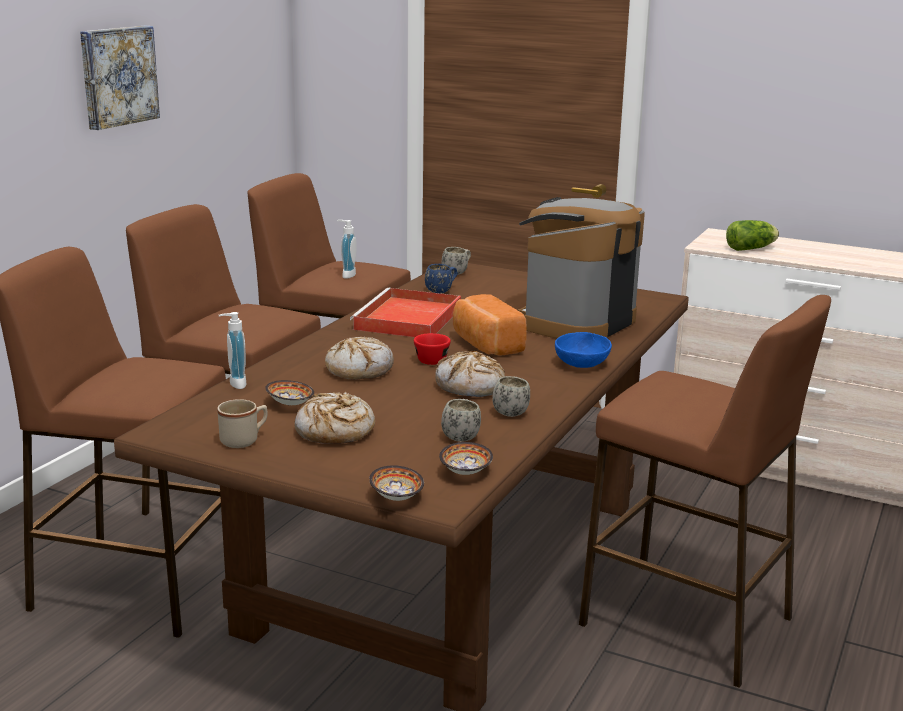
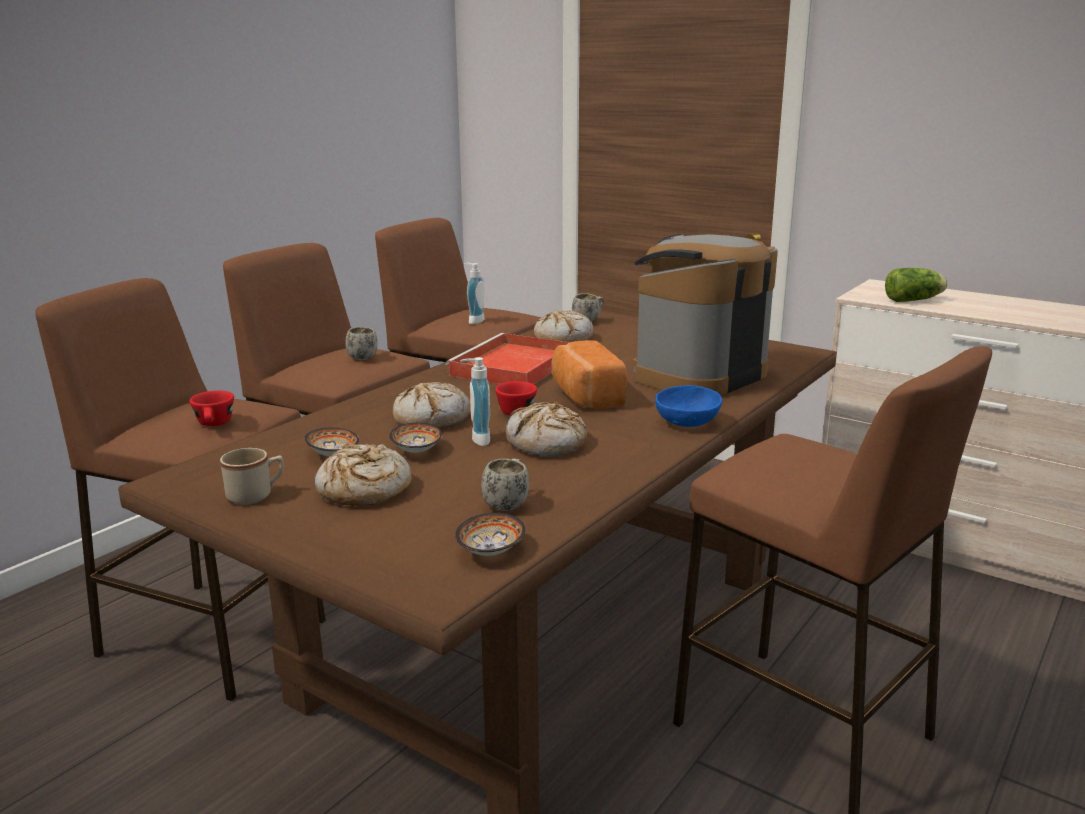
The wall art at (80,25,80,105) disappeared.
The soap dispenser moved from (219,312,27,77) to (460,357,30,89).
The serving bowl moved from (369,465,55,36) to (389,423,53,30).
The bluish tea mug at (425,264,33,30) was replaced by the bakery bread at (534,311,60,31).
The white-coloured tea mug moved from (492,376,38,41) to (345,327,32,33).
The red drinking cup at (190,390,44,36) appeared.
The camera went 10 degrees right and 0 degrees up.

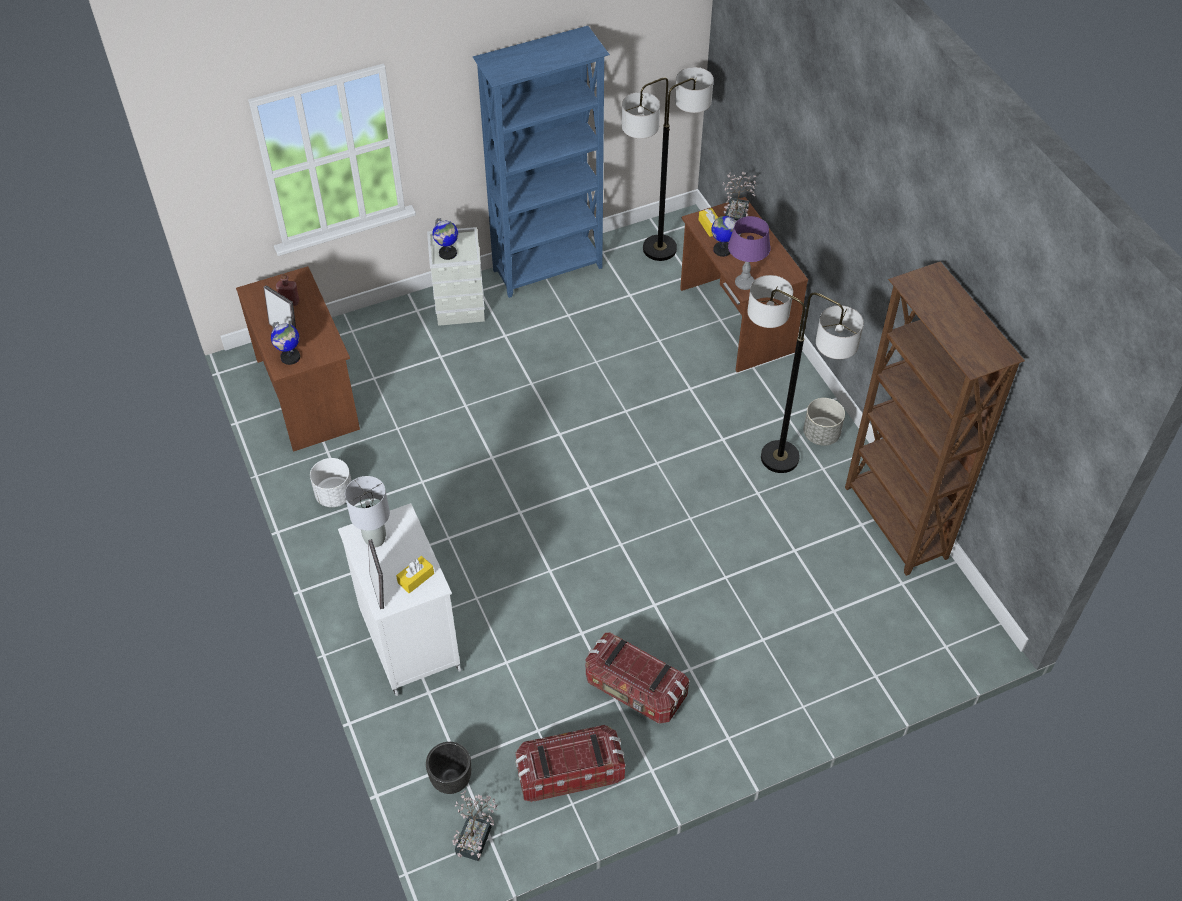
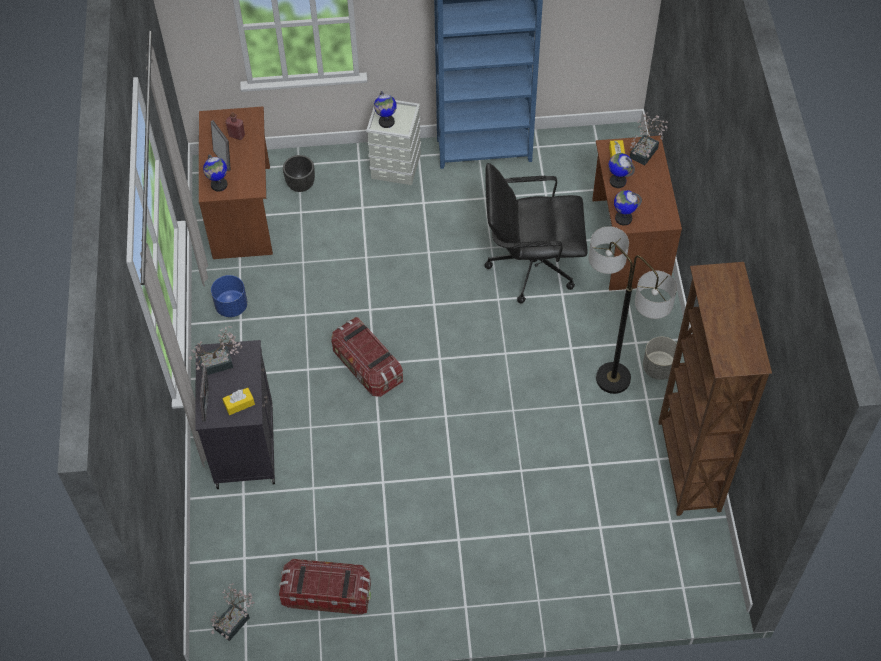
The white-coloured plant pot at (310,458,41,49) became the bluish plant pot at (211,275,37,42).
The white-coloured storage cabinet at (338,503,123,193) became the black storage cabinet at (195,340,80,149).
The grey table lamp at (345,476,45,71) was replaced by the plant in a pot at (189,326,53,49).
The black plant pot moved from (426,742,45,52) to (283,155,32,37).
The storage bin moved from (586,633,103,91) to (331,317,72,80).
The floor lamp at (622,67,92,194) disappeared.
The purplish table lamp at (728,216,43,74) was replaced by the desk globe at (614,190,28,36).
The black office chair at (484,163,103,140) appeared.
The camera went 20 degrees right and 5 degrees up.

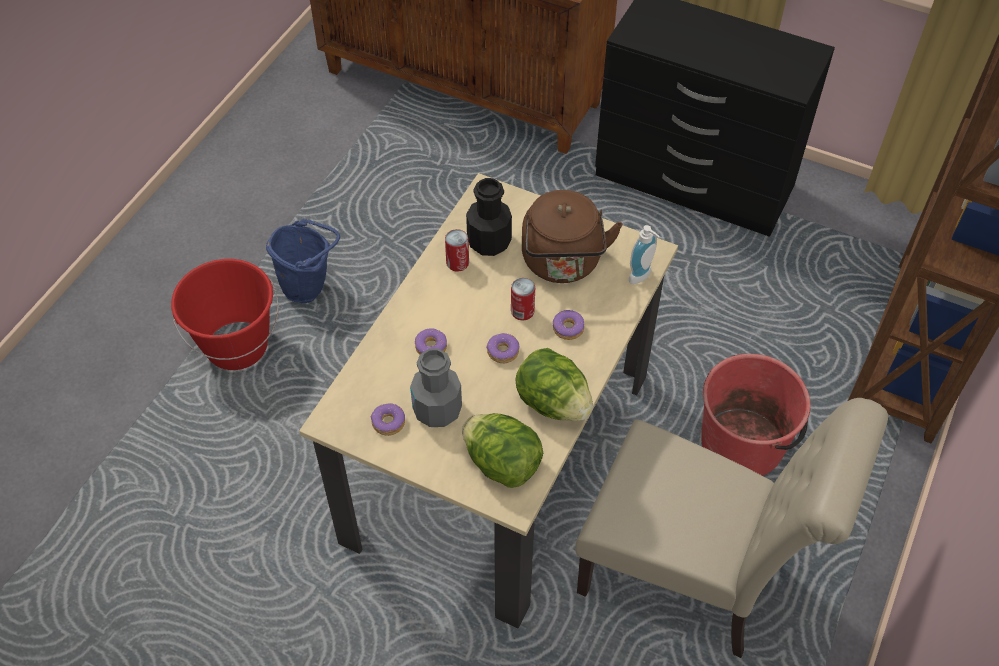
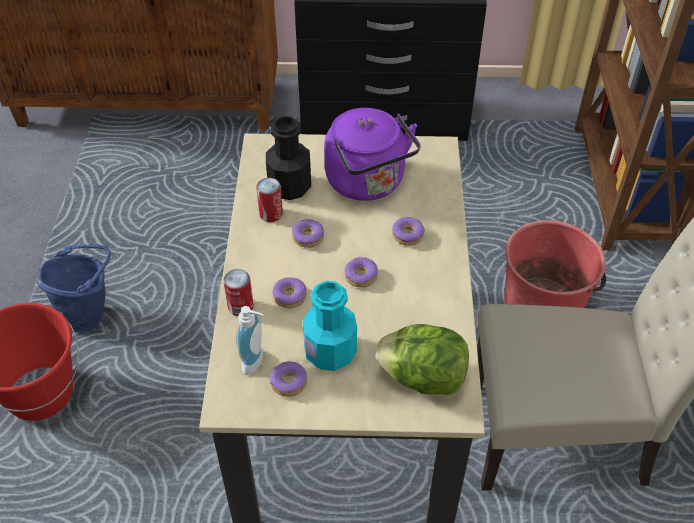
The grey beverage bottle at (410,348,52,79) became the turquoise beverage bottle at (303,281,54,90).
The can moved from (511,278,24,43) to (223,269,31,47).
The lettuce at (515,348,78,73) disappeared.
The brown-coloured kettle at (522,190,101,93) became the purplish kettle at (324,108,96,93).
The soap dispenser moved from (629,225,31,59) to (236,306,27,69).
The ring doughnut at (292,219,32,29) appeared.
The camera went 25 degrees left and 5 degrees down.

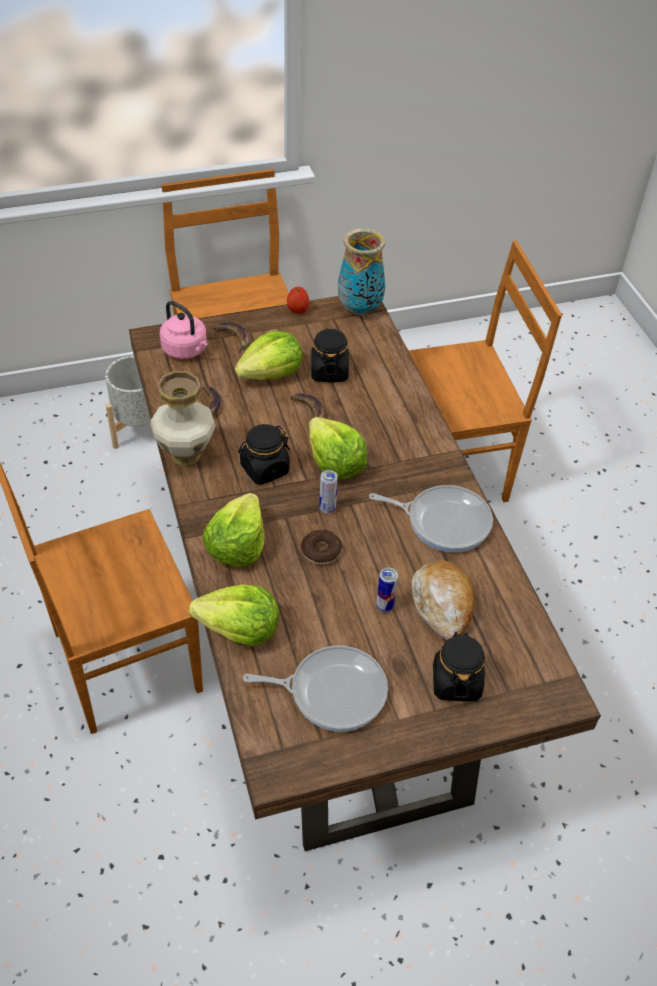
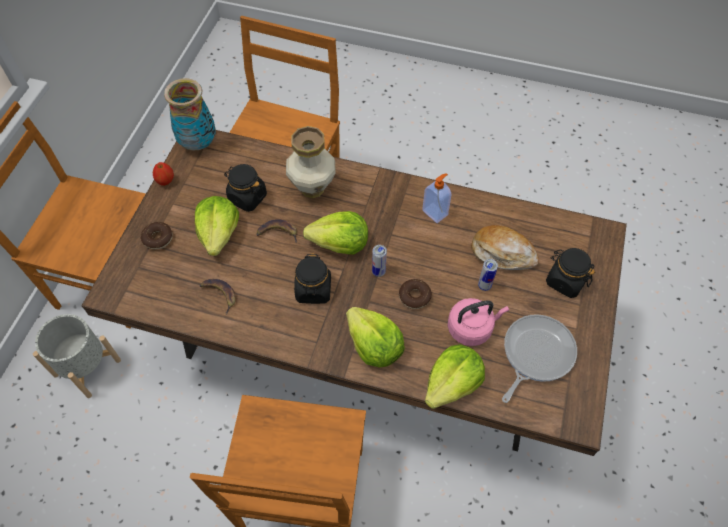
The decorative vase moved from (150,371,66,95) to (286,126,50,72).
The pink kettle moved from (160,301,48,58) to (448,298,61,48).
The banana at (213,322,37,32) was replaced by the ring doughnut at (141,222,32,28).
The frying pan at (369,485,124,67) was replaced by the soap dispenser at (422,173,30,50).
The camera went 55 degrees left and 10 degrees up.

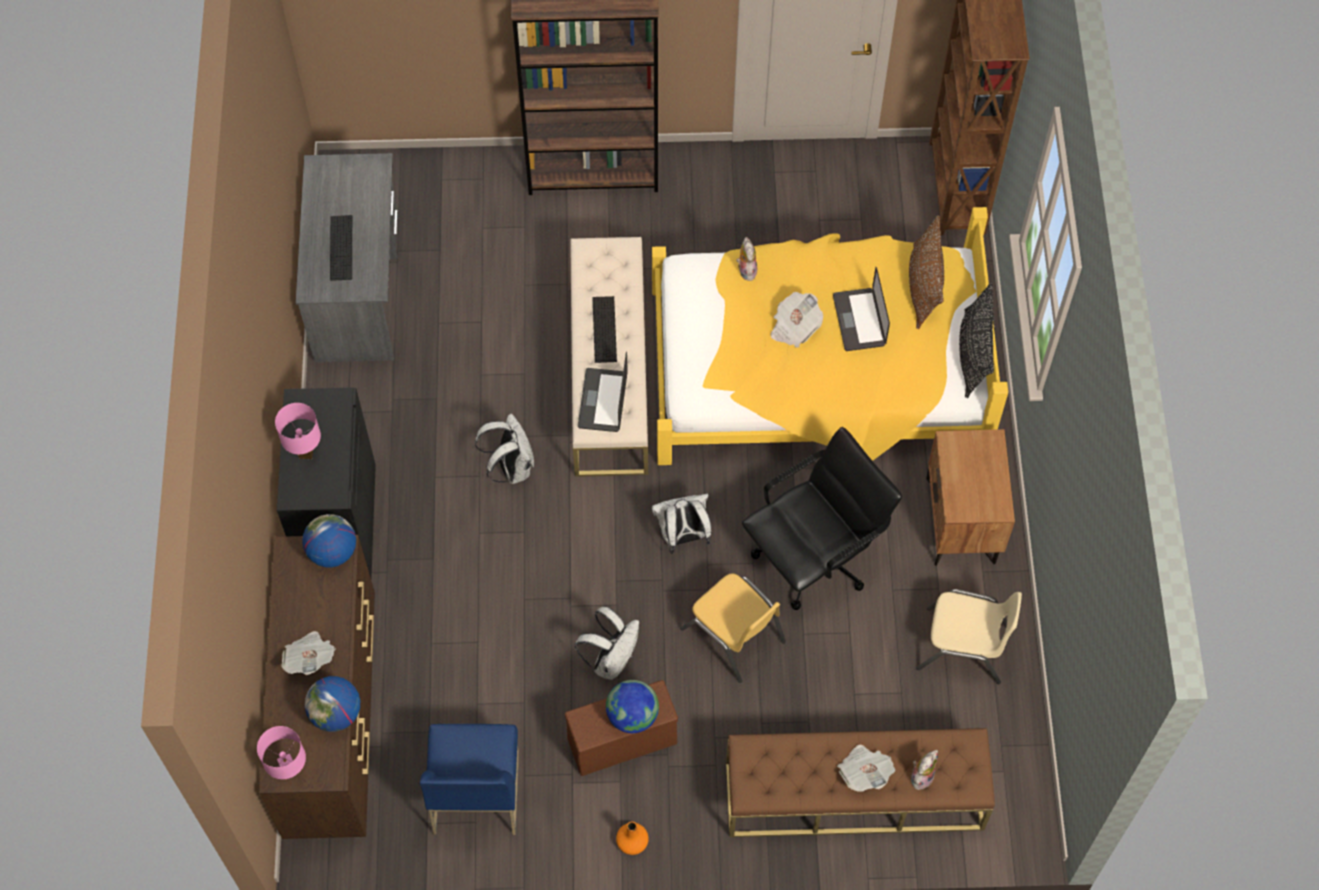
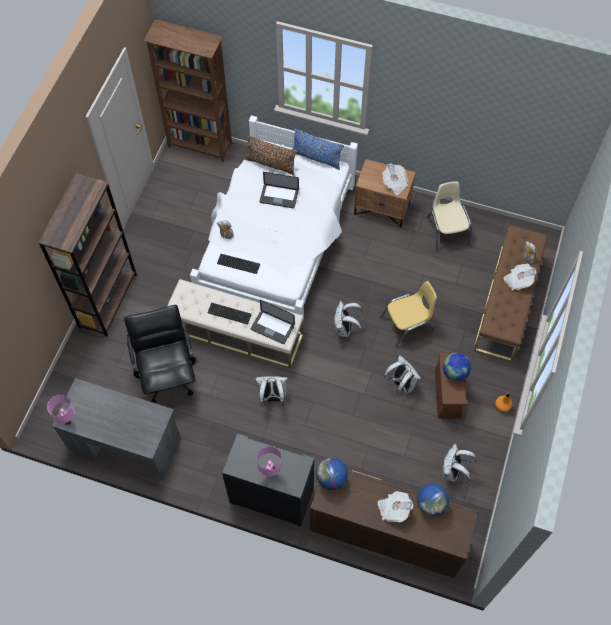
The pink table lamp moved from (257,726,49,54) to (47,395,28,30).
The computer keyboard moved from (330,215,22,66) to (217,254,43,20).
The bluish chair at (420,724,99,111) was replaced by the white-coloured knapsack at (443,444,33,39).
The yellow-coloured bedroom bed at (652,207,356,258) became the white-coloured bedroom bed at (190,115,168,206).
The black office chair moved from (742,427,160,183) to (124,305,72,98).
The printed paper moved from (770,292,53,56) to (382,163,26,32).
The beige-coloured chair at (916,589,106,95) turned 45 degrees counterclockwise.
The black pillow at (959,283,36,115) became the bluish pillow at (292,129,52,41).
The camera went 70 degrees left and 0 degrees up.

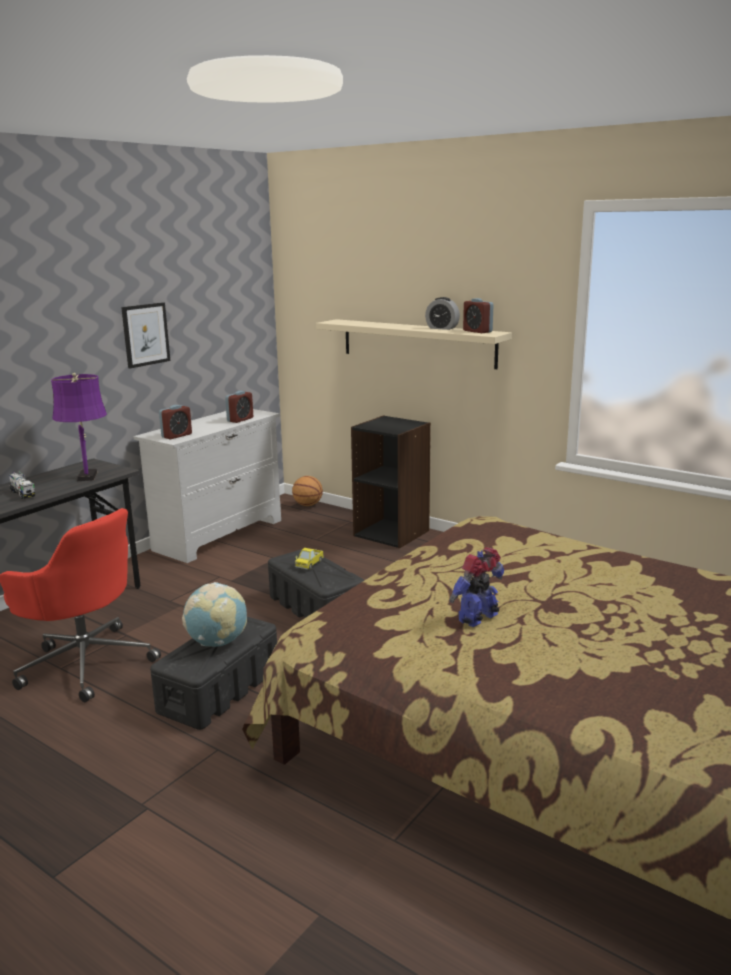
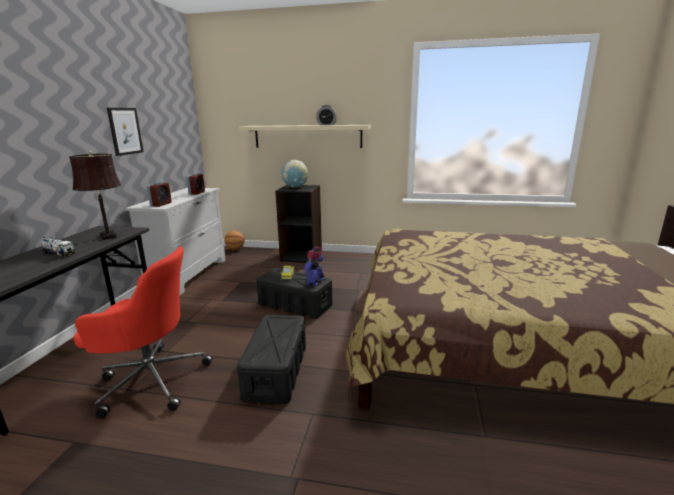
The purplish table lamp at (51,373,56,108) became the brown-coloured table lamp at (69,151,52,89).
The desk globe moved from (182,582,65,65) to (281,160,27,27).
The robot figure moved from (449,548,55,79) to (303,247,21,39).
The alarm clock at (463,298,30,35) disappeared.
The camera went 25 degrees left and 0 degrees up.

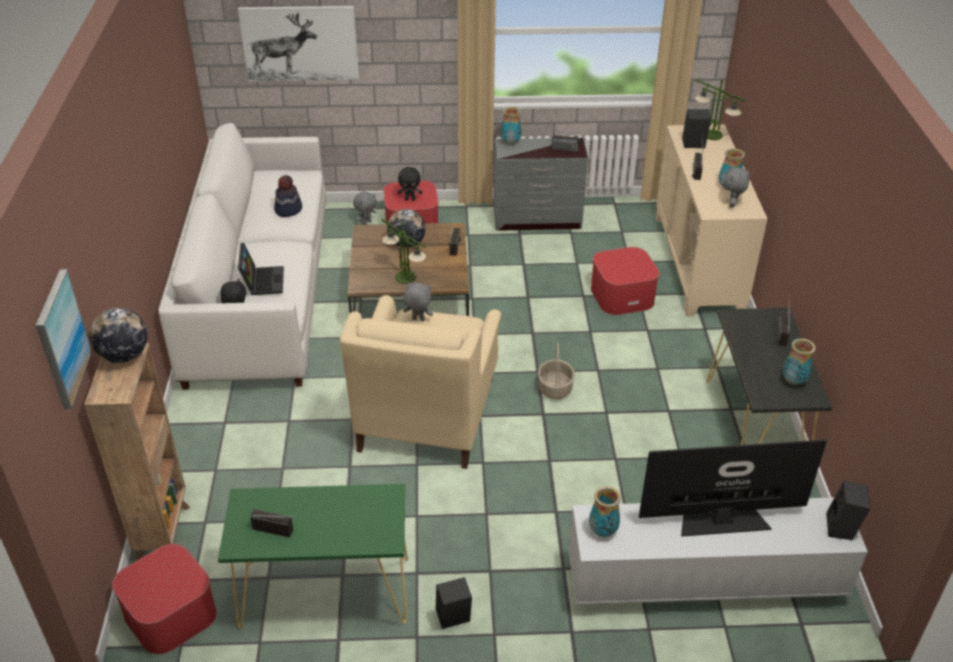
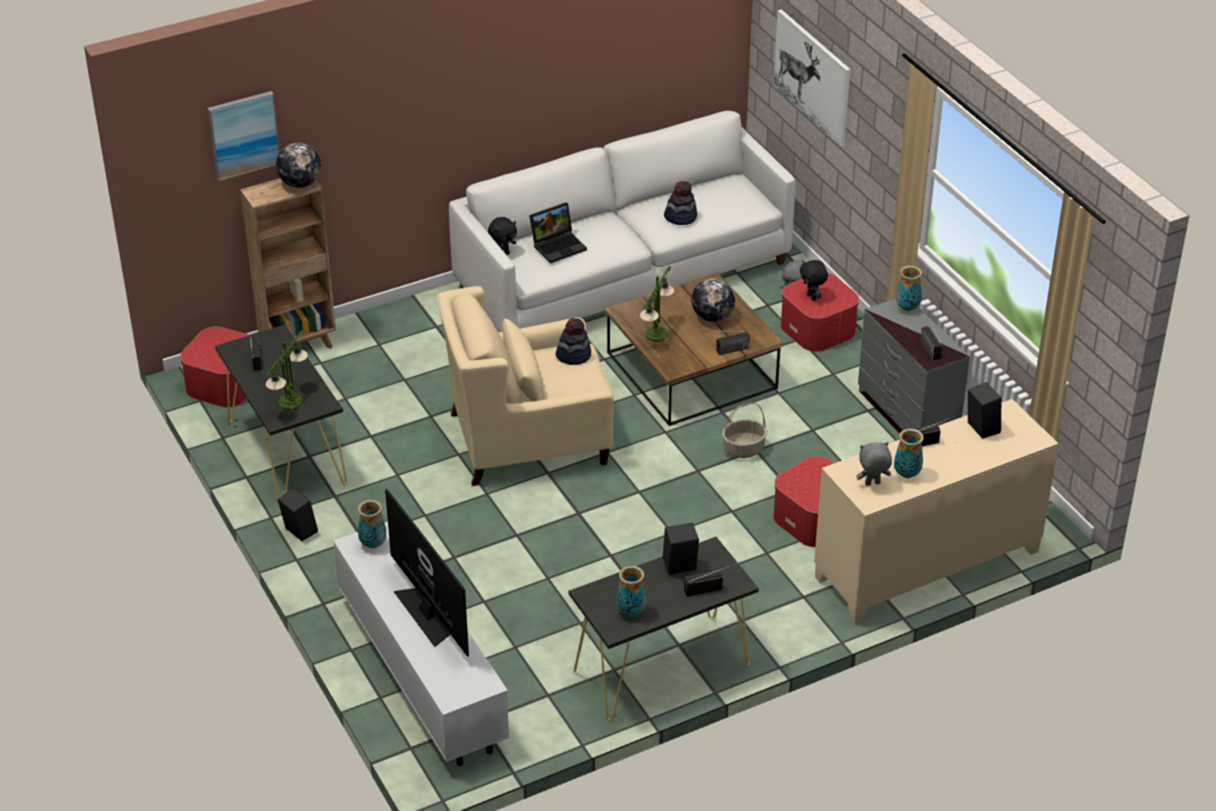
The greenish hall table at (218,484,190,145) became the black hall table at (215,324,132,180).
The grey plush toy at (403,282,30,39) was replaced by the clothing hat at (555,318,36,47).
The basket moved from (538,343,37,57) to (722,403,45,55).
The table lamp moved from (695,79,51,61) to (266,330,42,80).
The black audio speaker moved from (826,481,44,59) to (663,522,36,53).
The camera went 65 degrees right and 0 degrees up.

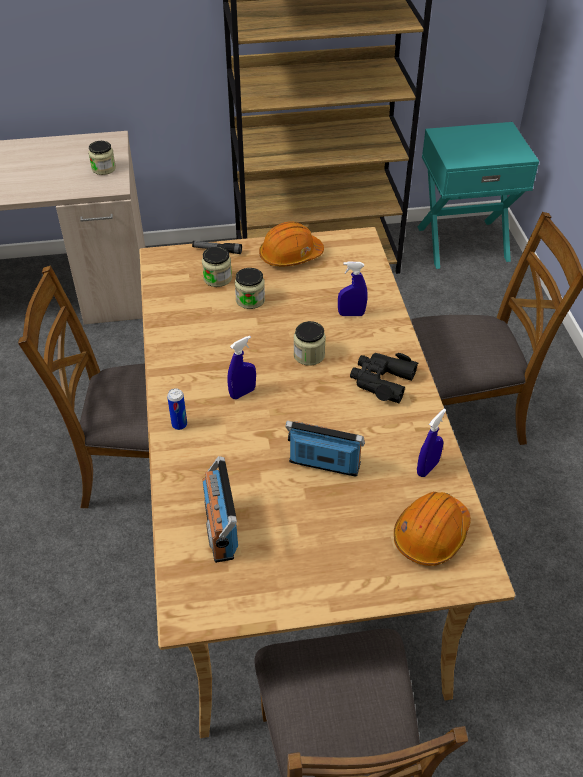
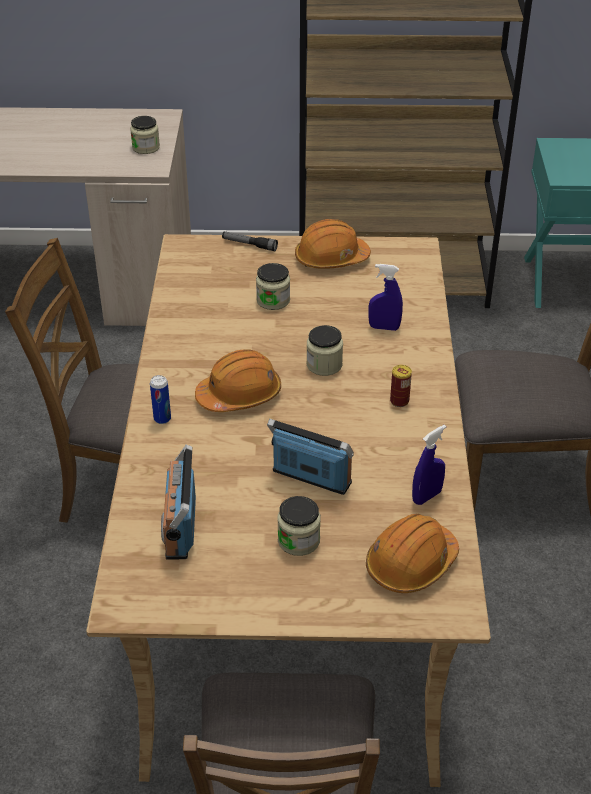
The preserve jar moved from (202,247,30,40) to (277,496,44,60).
The bluish sprayer at (227,336,29,63) was replaced by the orangey safety helmet at (195,349,86,63).
The black binoculars at (350,353,68,50) was replaced by the can at (390,365,22,42).
The camera went 10 degrees right and 5 degrees down.

